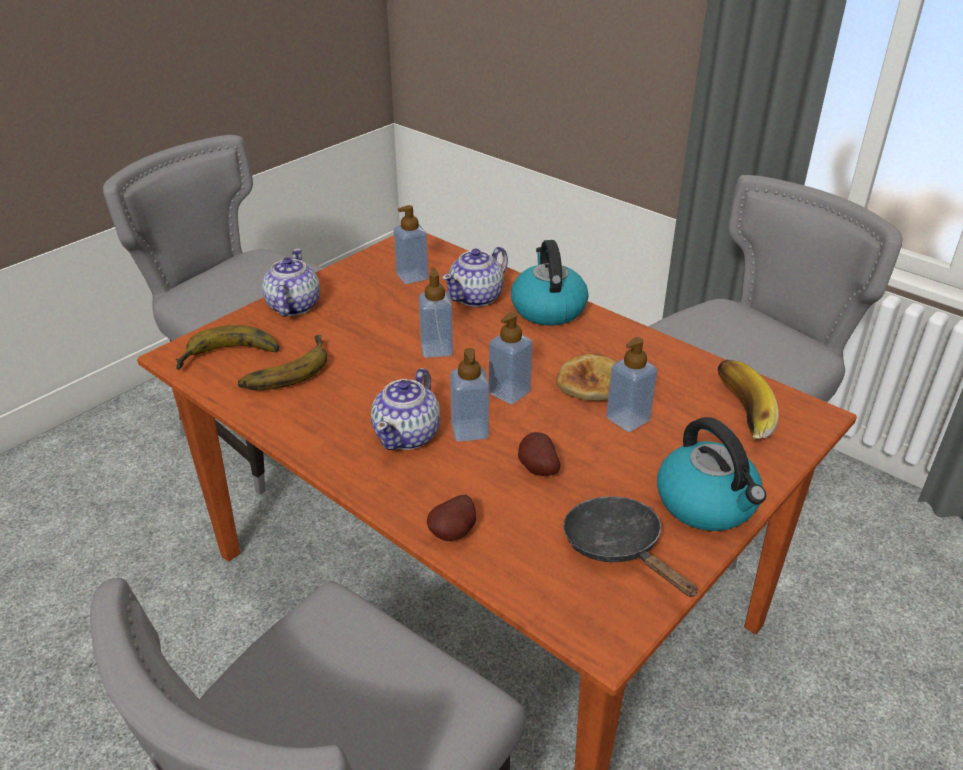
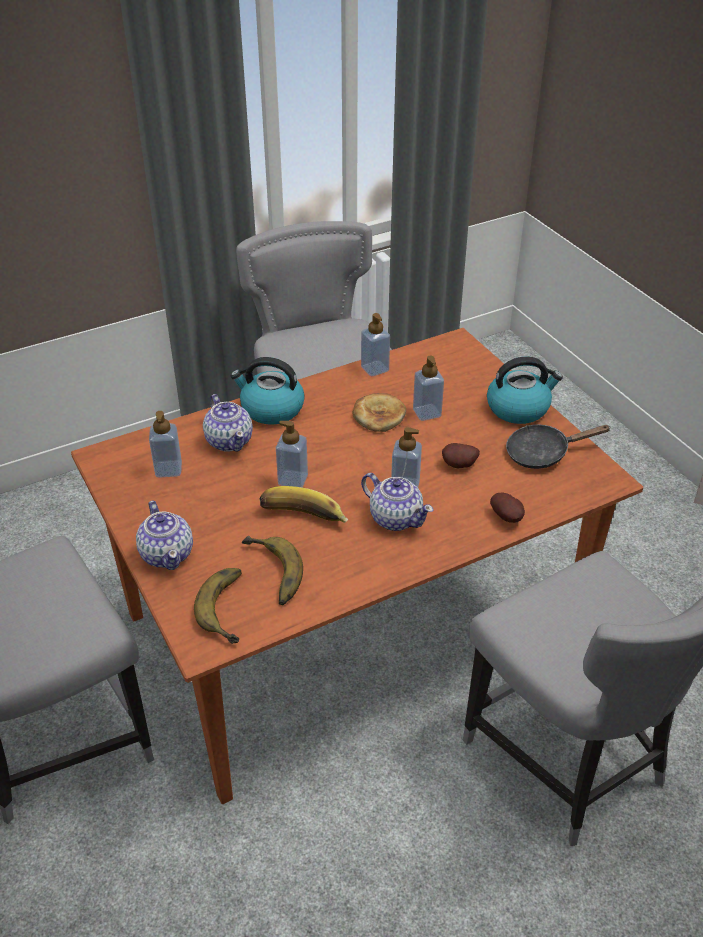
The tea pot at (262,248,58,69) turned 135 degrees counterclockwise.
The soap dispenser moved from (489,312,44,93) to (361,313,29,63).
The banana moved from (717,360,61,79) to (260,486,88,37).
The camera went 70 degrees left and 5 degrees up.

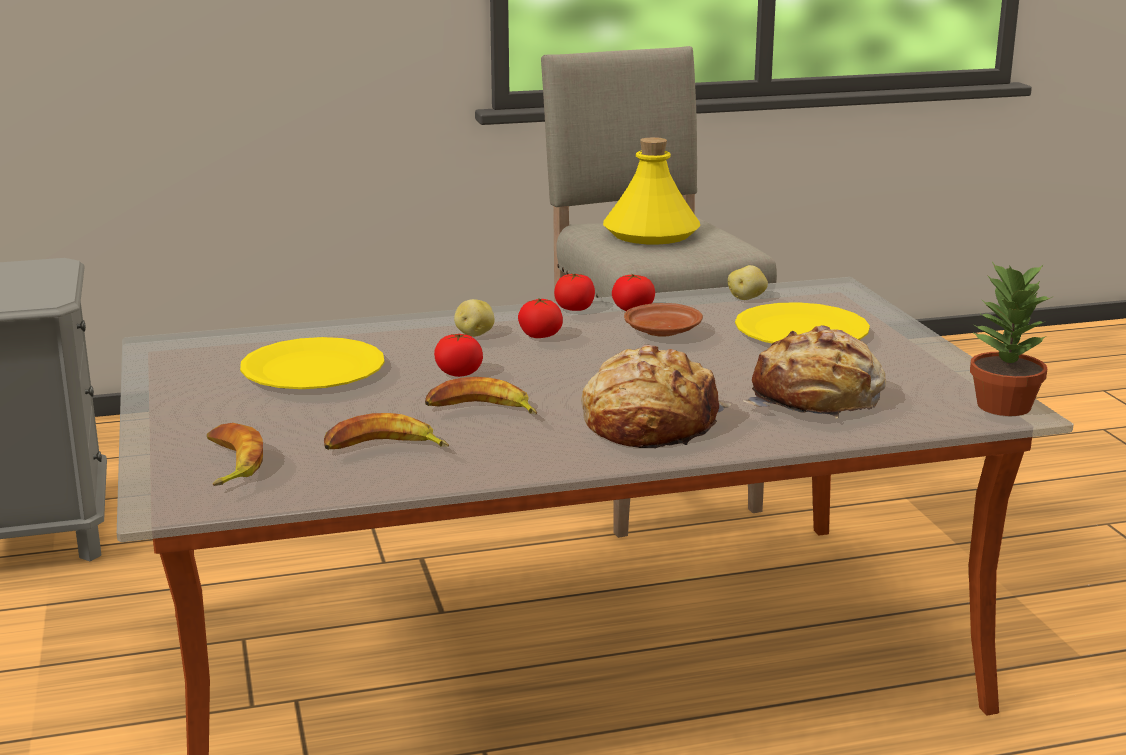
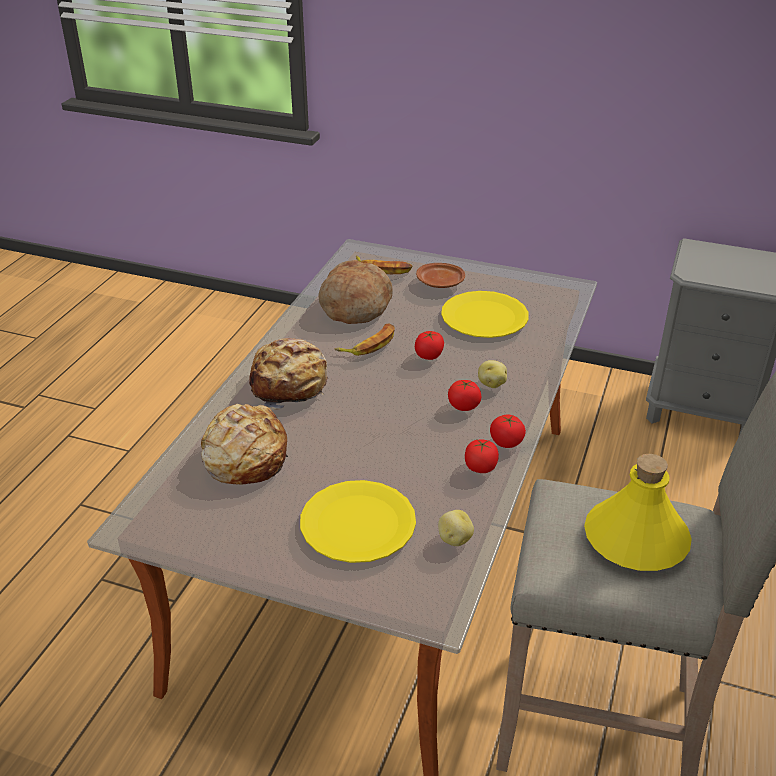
The banana at (324,413,125,37) was replaced by the bakery bread at (319,260,74,64).
The brown-coloured flat dish moved from (624,303,79,34) to (416,263,49,25).
The plant in a pot at (970,262,82,154) disappeared.
The camera went 125 degrees right and 15 degrees up.

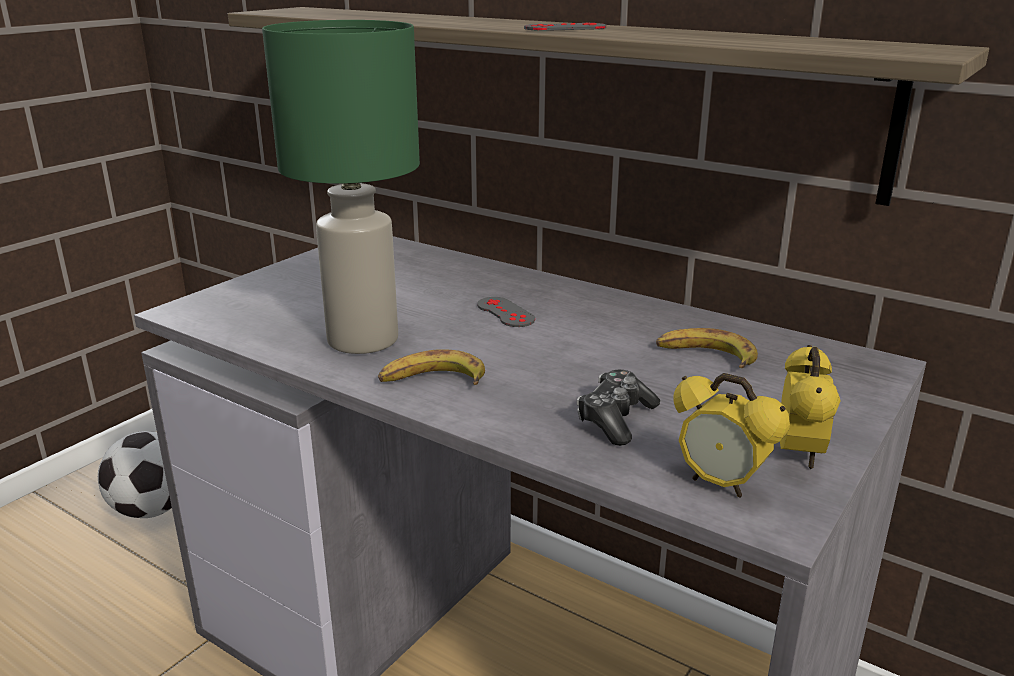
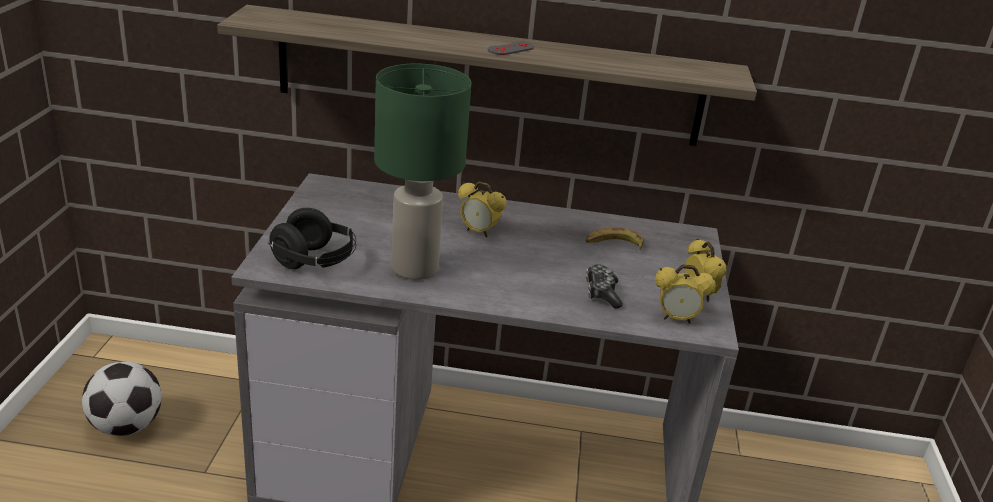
The banana at (378,349,107,36) disappeared.
The grey game controller at (477,297,58,30) was replaced by the alarm clock at (458,181,48,56).
The black pair of headphones at (268,208,88,61) appeared.
The camera went 30 degrees left and 5 degrees up.

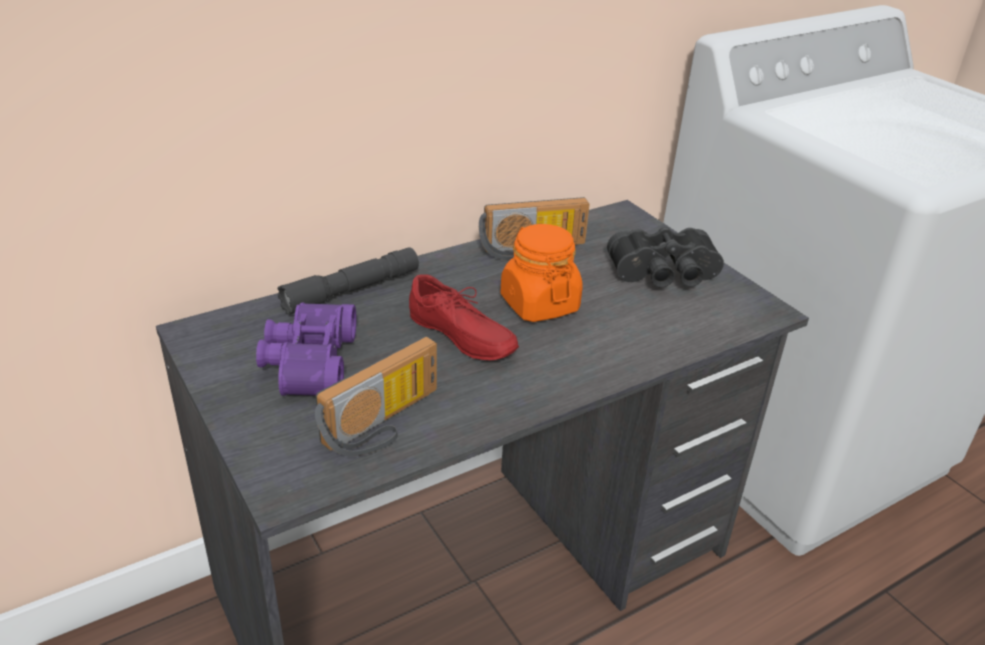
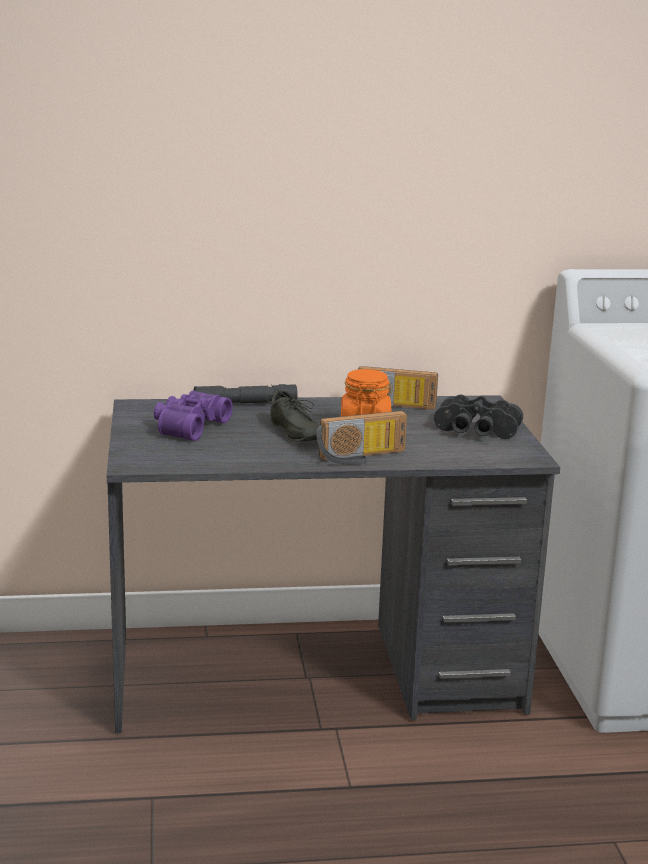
The radio receiver moved from (315,336,122,120) to (317,411,90,54).
The red item of footwear at (409,274,110,86) became the grey item of footwear at (266,385,53,56).
The camera went 25 degrees right and 15 degrees down.

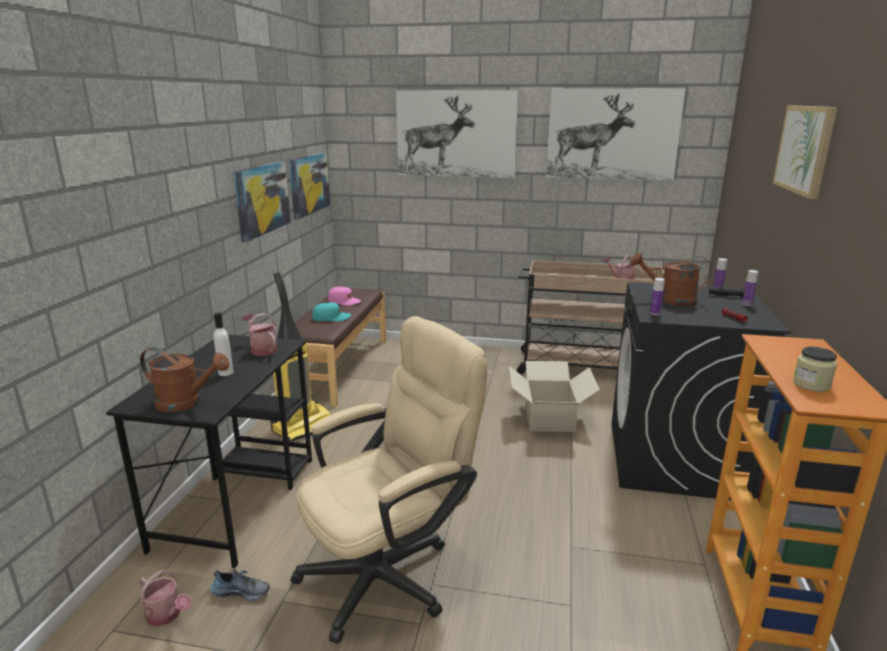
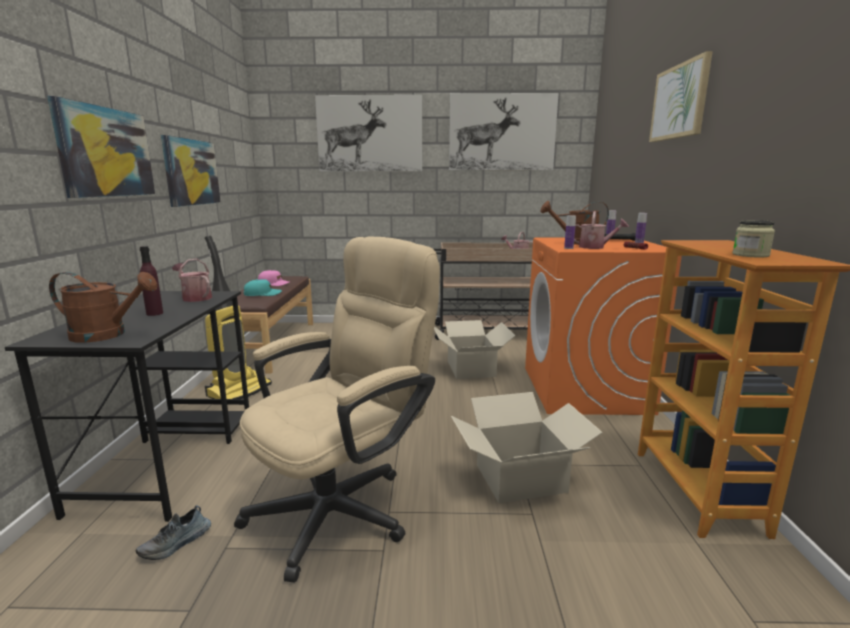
The watering can moved from (139,570,53,57) to (574,211,55,38).
The item of footwear at (210,569,60,32) turned 135 degrees clockwise.
The white-coloured beverage bottle at (214,312,19,64) became the purplish beverage bottle at (140,246,23,70).
The wall art moved from (289,152,41,68) to (47,96,108,102).
The black laundry machine at (612,282,179,218) became the orangey laundry machine at (525,237,157,178).
The packing box at (451,392,152,111) appeared.
The camera went 10 degrees left and 5 degrees down.

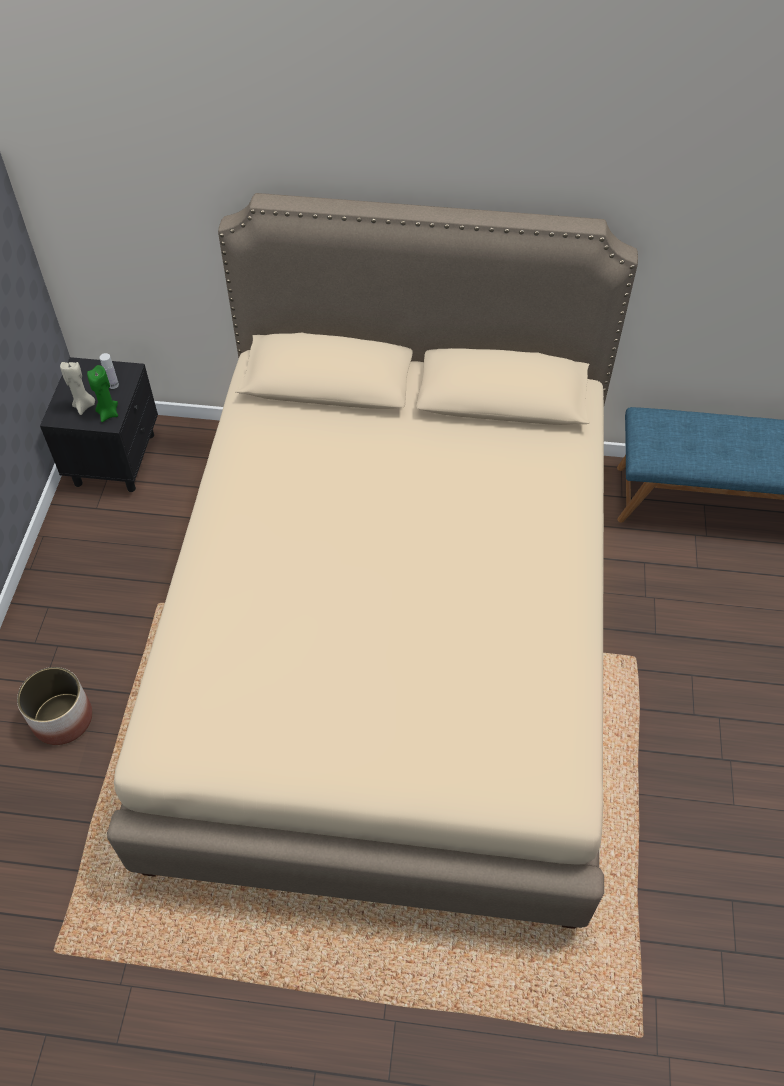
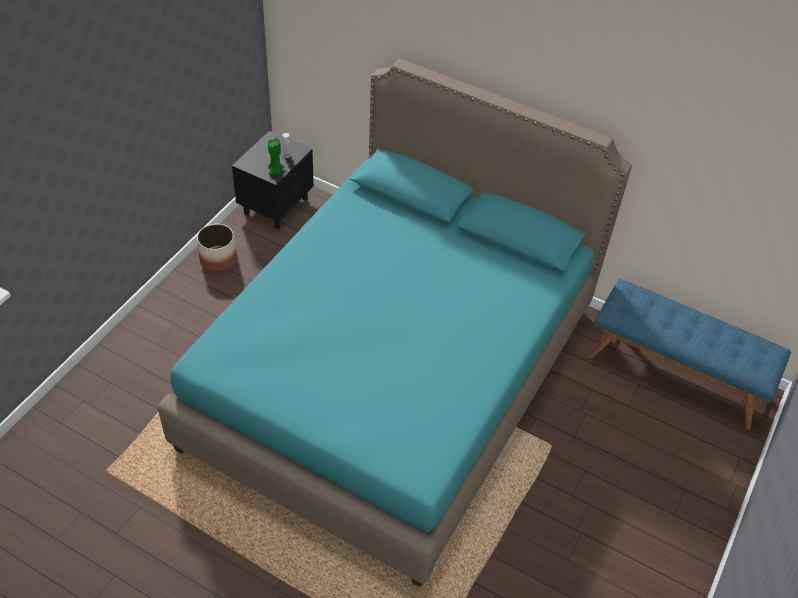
The plant pot moved from (17,667,75,78) to (197,224,40,47).
The beige-coloured wax light at (60,362,35,53) disappeared.
The beige-coloured bedroom bed at (107,193,531,736) became the turquoise bedroom bed at (158,59,474,528).
The camera went 20 degrees right and 5 degrees down.

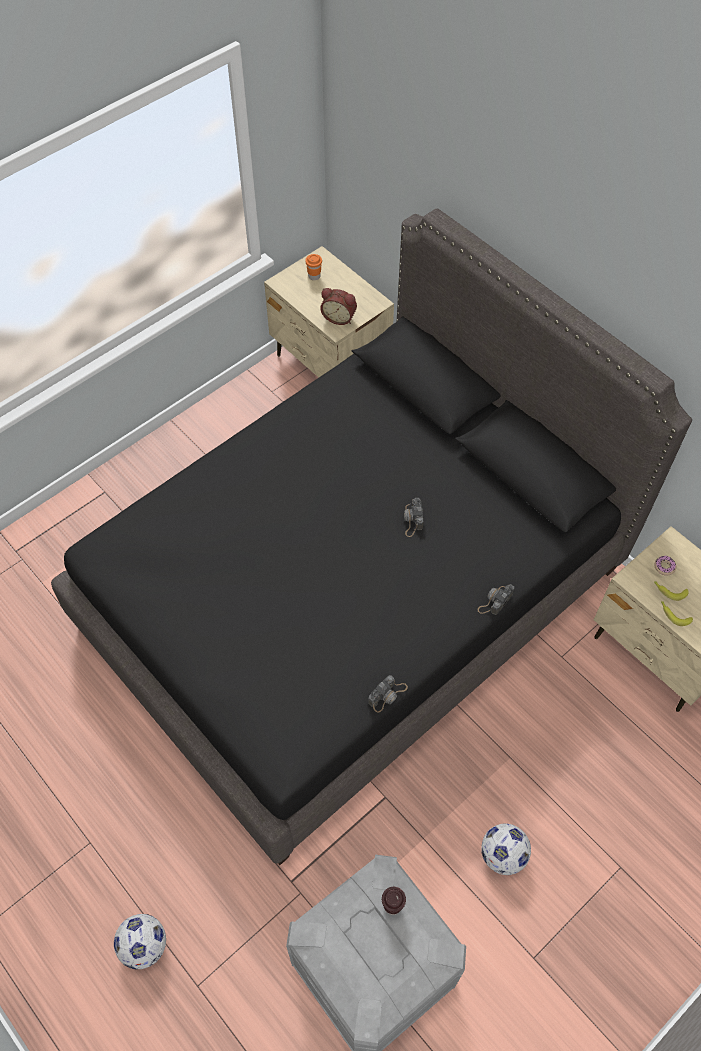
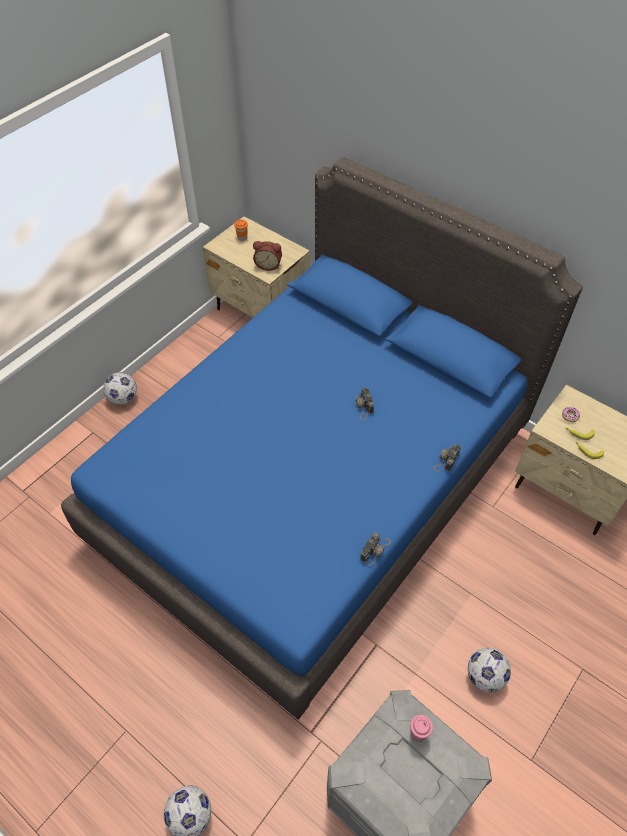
The black bedroom bed at (51,209,641,656) became the bluish bedroom bed at (61,157,522,563).
The brown-coloured drinking cup at (382,887,24,28) became the pink drinking cup at (410,715,23,27).
The football at (103,372,34,33) appeared.
The camera went 10 degrees left and 5 degrees down.

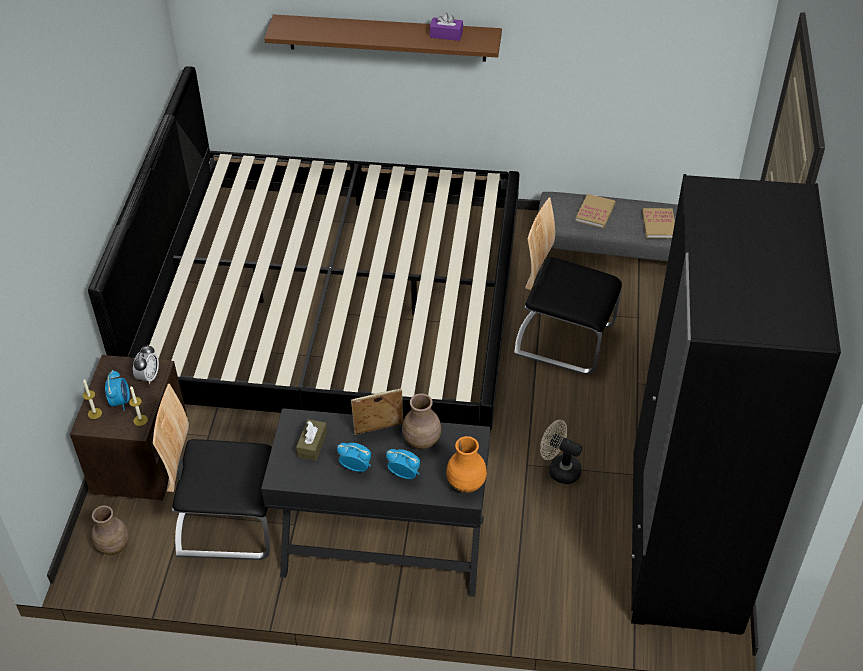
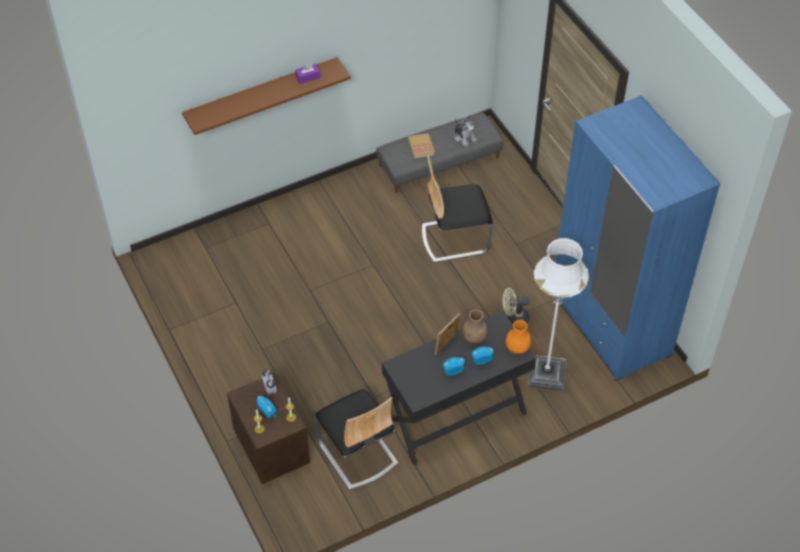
The bedroom bed at (88,66,431,365) disappeared.
The brown-coloured decorative vase at (91,506,38,49) disappeared.
The chair at (153,384,119,176) turned 90 degrees counterclockwise.
The brown-coloured tissue box at (296,419,31,42) disappeared.
The black wardrobe at (631,174,210,461) became the bluish wardrobe at (555,95,165,286).
The bound book at (642,208,33,31) was replaced by the plush toy at (454,115,23,32).
The white-coloured floor lamp at (528,238,61,153) appeared.
The camera went 35 degrees left and 5 degrees up.

